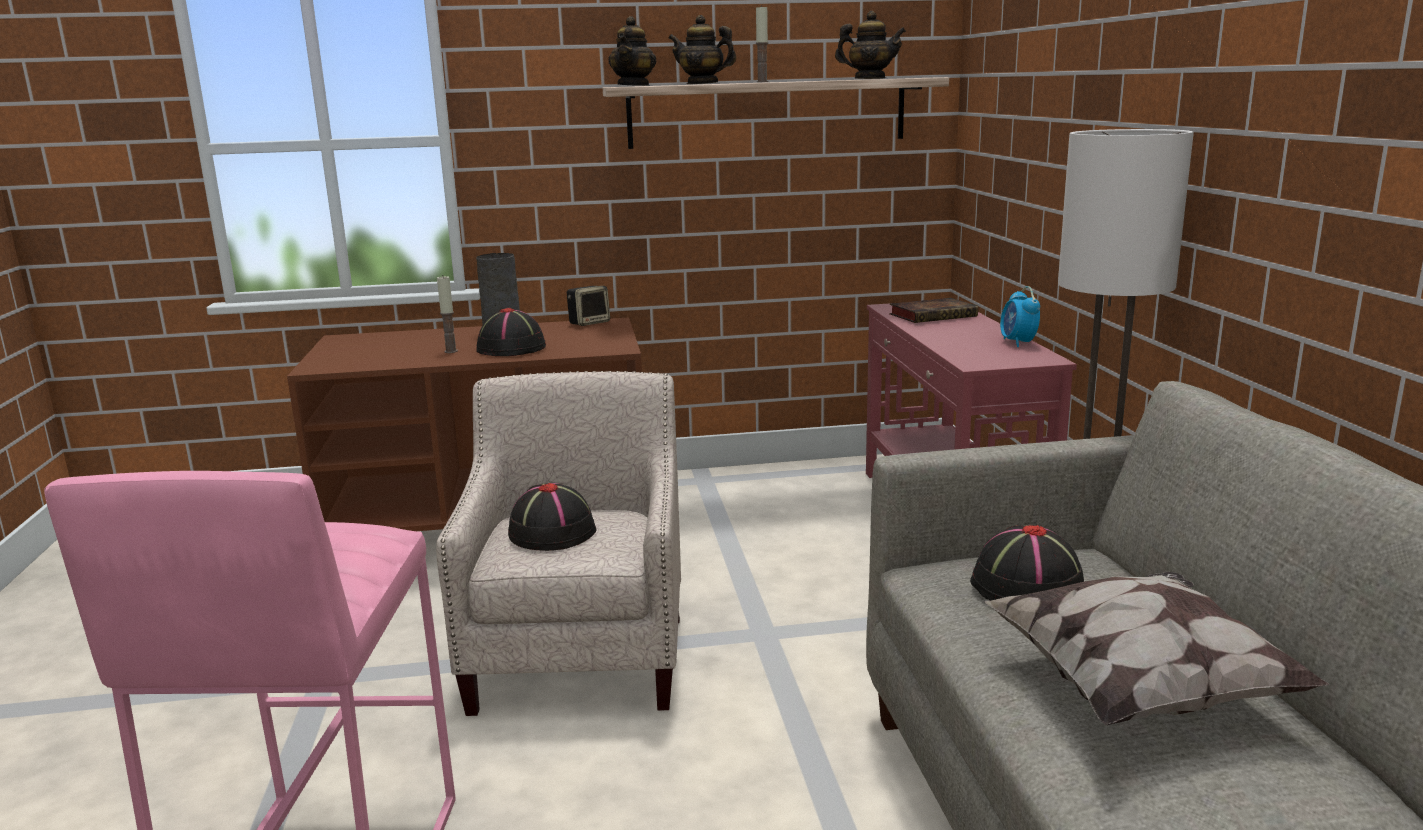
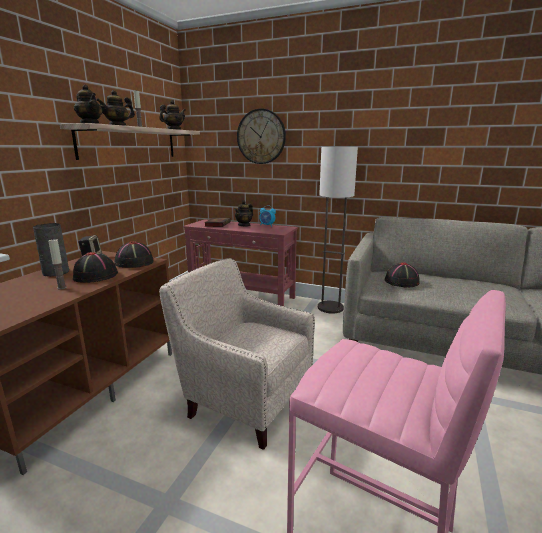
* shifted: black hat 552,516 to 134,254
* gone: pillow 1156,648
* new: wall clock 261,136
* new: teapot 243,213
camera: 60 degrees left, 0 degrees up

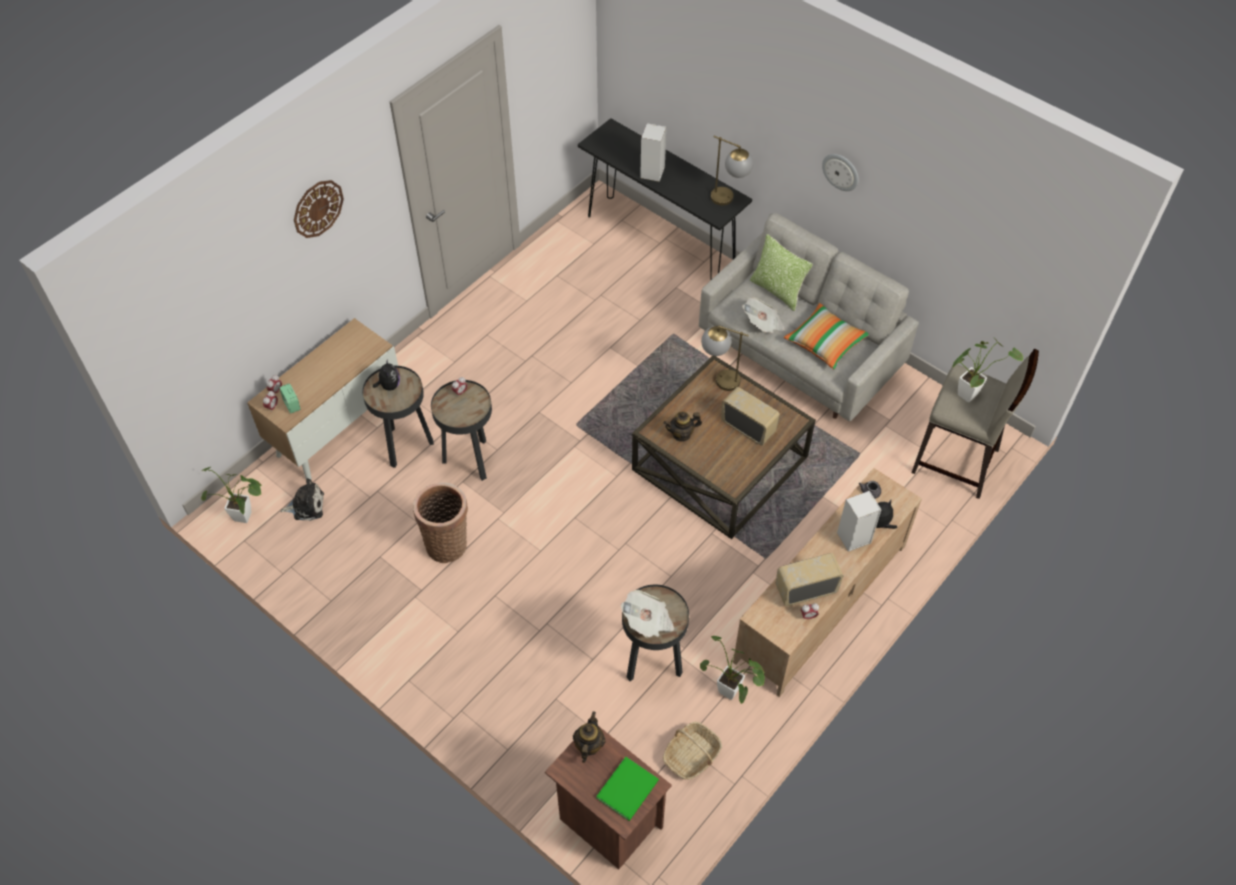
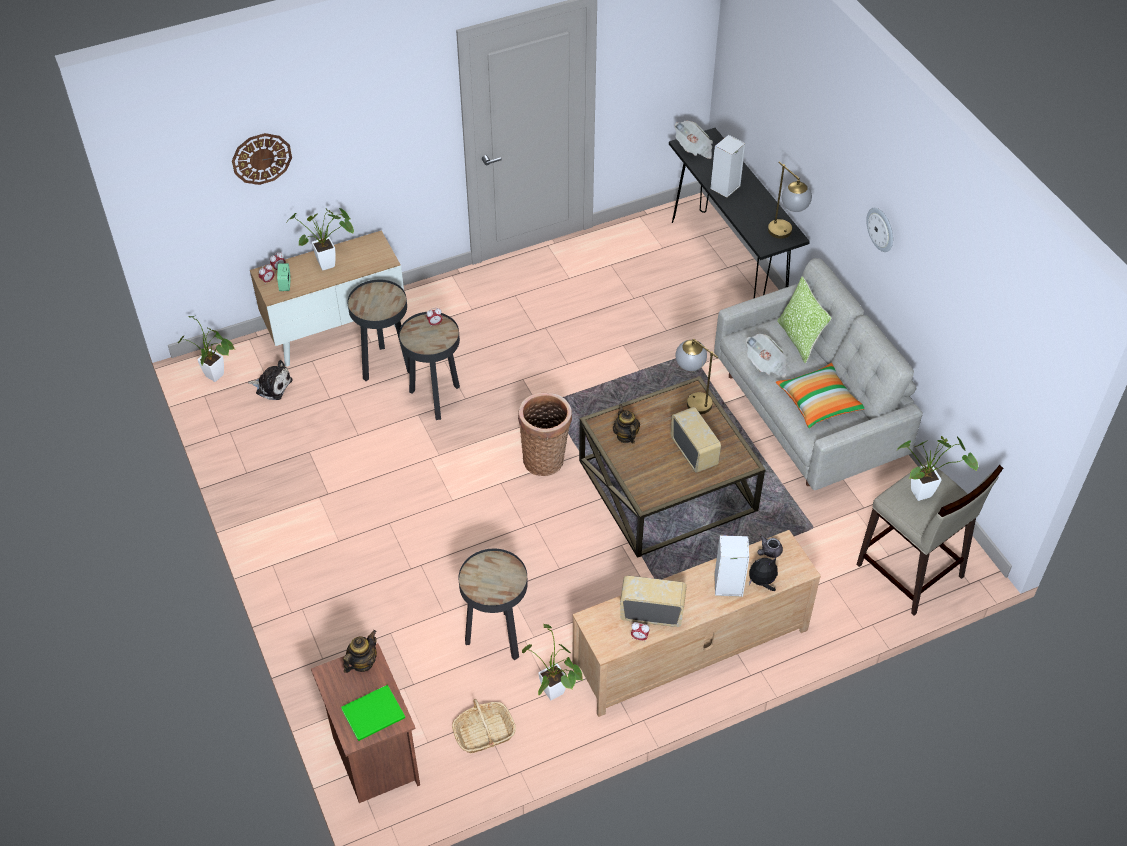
* shifted: wall clock 319,209 to 262,159
* gone: plush toy 386,376
* rotated: teapot 683,426 = 626,423 60 degrees clockwise
* shifted: basket 440,522 to 545,434
* shifted: newspaper 647,614 to 694,140
* new: potted plant 320,239
camera: 25 degrees right, 5 degrees down

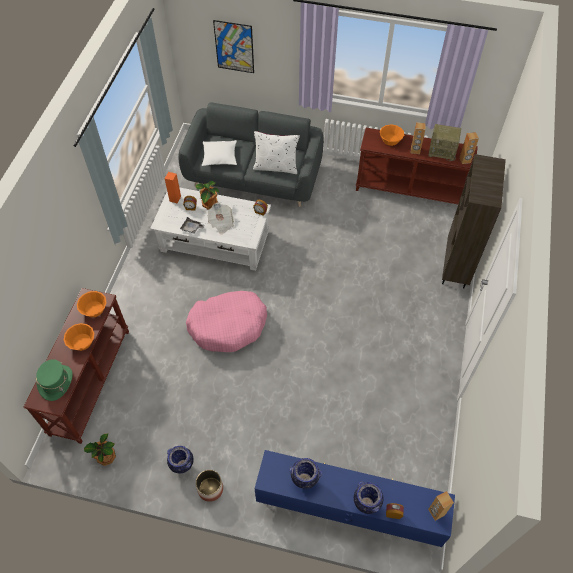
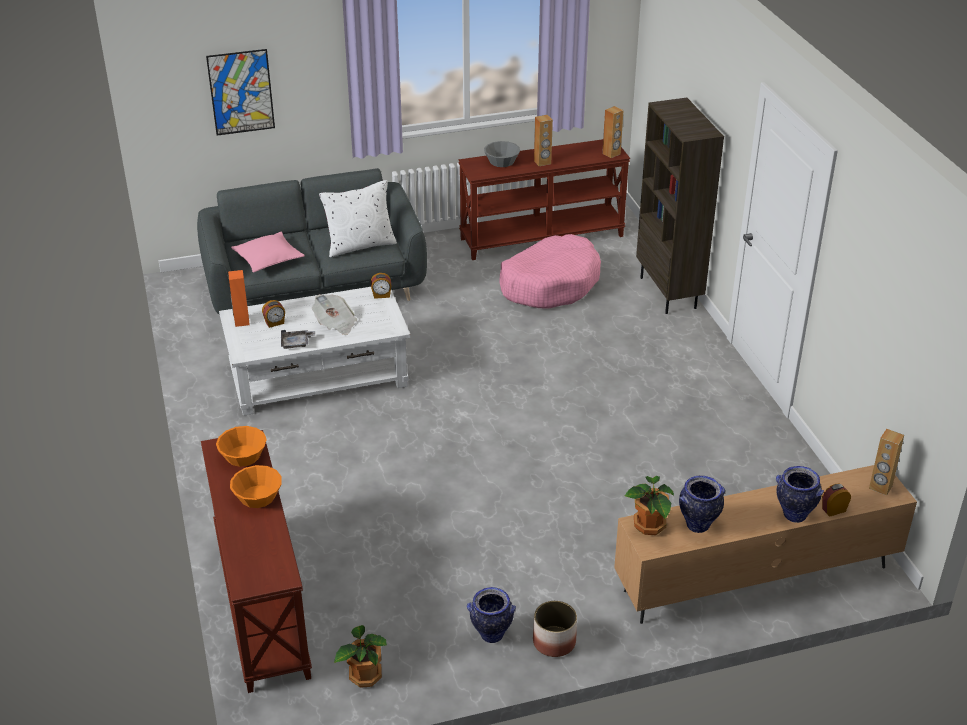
* repainted: orange bowl 392,135 to grey bowl 502,154
* gone: radio 445,142
* repainted: white pillow 219,153 to pink pillow 268,252
* shifted: potted plant 207,195 to 649,505
* shifted: pink dog bed 226,321 to 550,271
* gone: green hat 54,380
* repainted: blue tv stand 354,498 to brown tv stand 765,544
camera: 30 degrees left, 20 degrees down

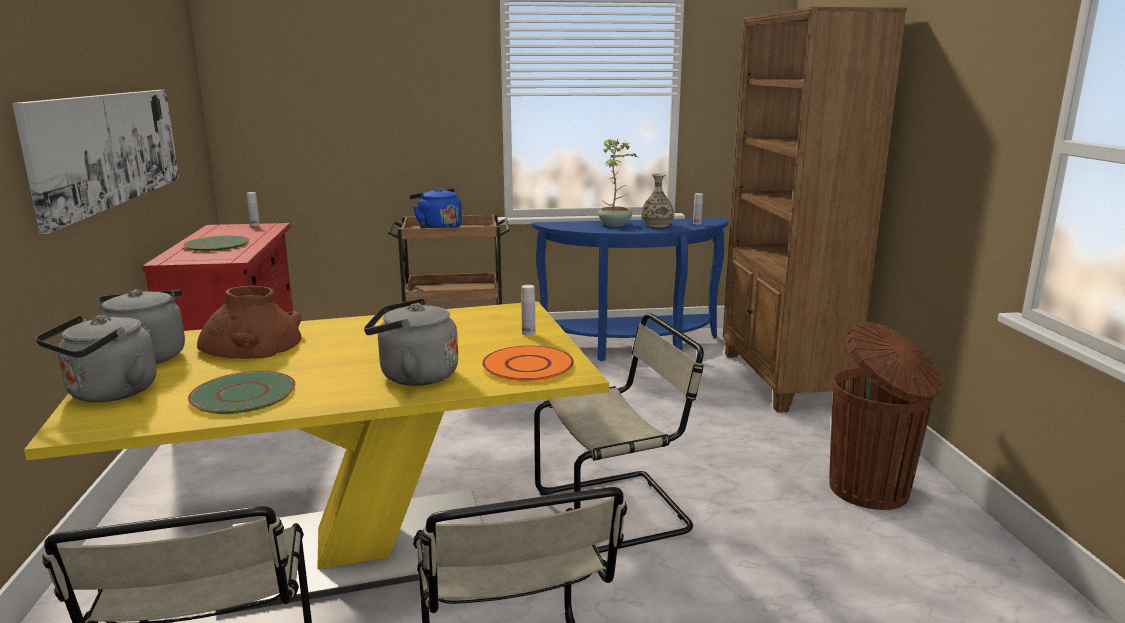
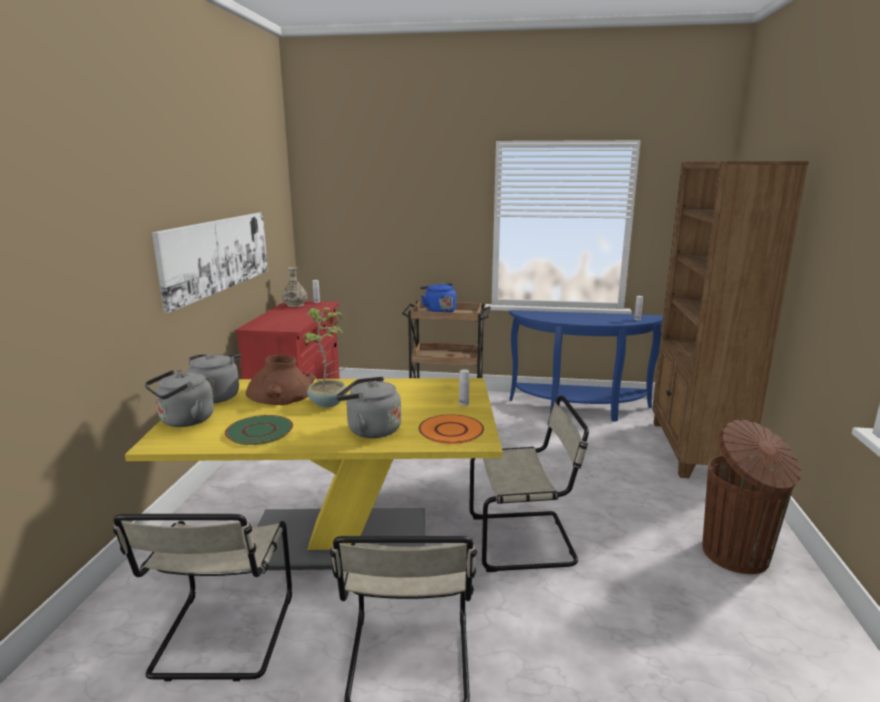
* shifted: potted plant 618,183 to 325,357
* shifted: vase 657,200 to 294,287
* gone: green plate 216,243
camera: 15 degrees right, 0 degrees up

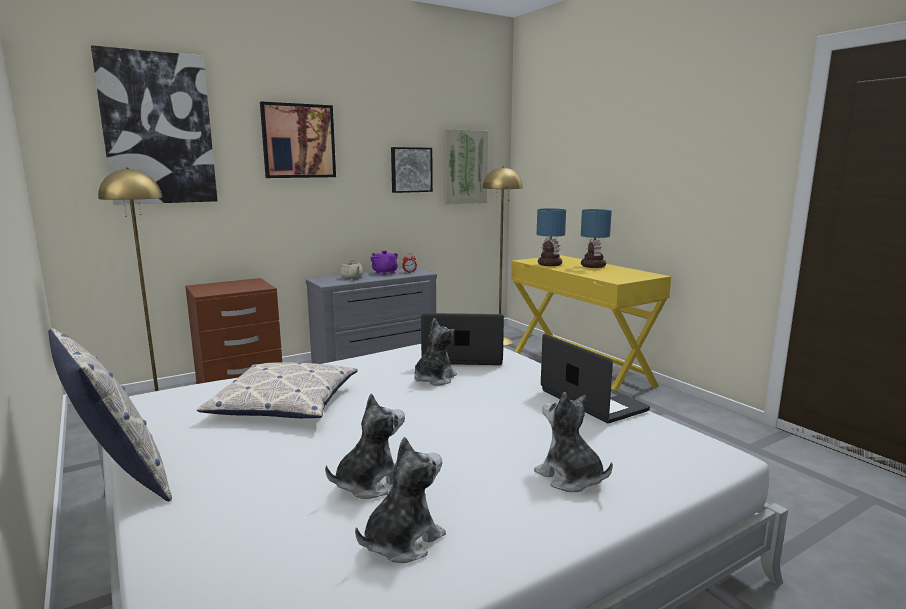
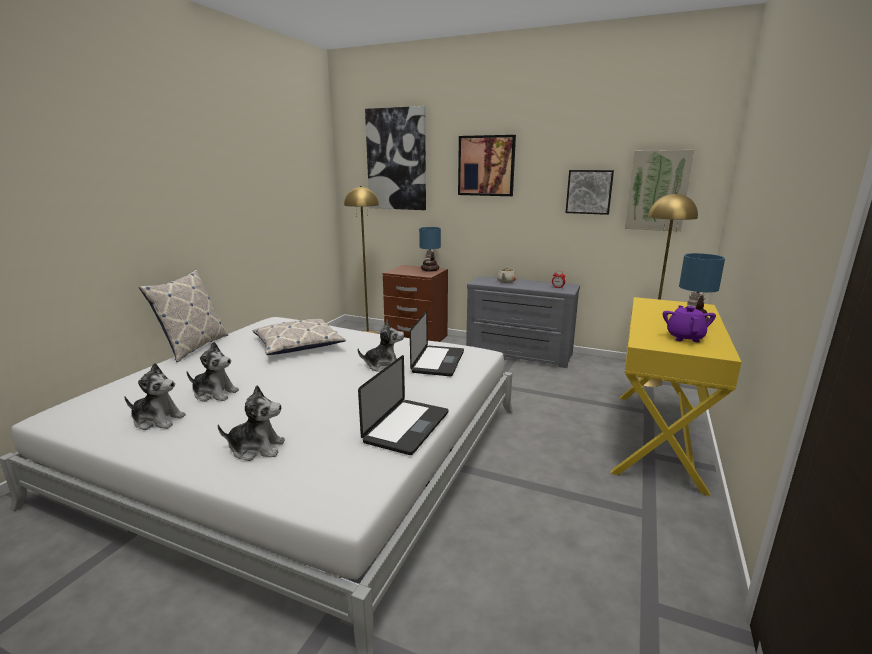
* shifted: table lamp 551,237 to 430,249
* shifted: purple teapot 384,262 to 689,324
* rotated: laptop 462,339 = 437,343 45 degrees clockwise
* rotated: plush toy 573,442 = 251,423 75 degrees clockwise
camera: 55 degrees right, 5 degrees up

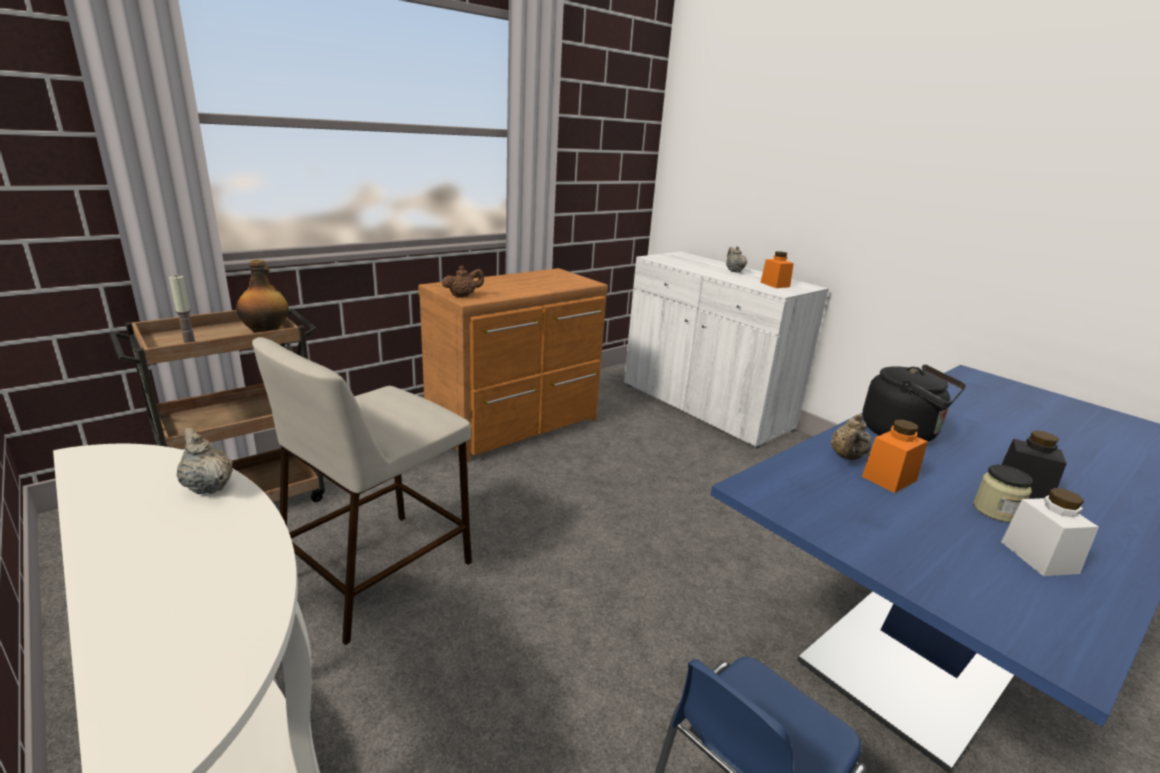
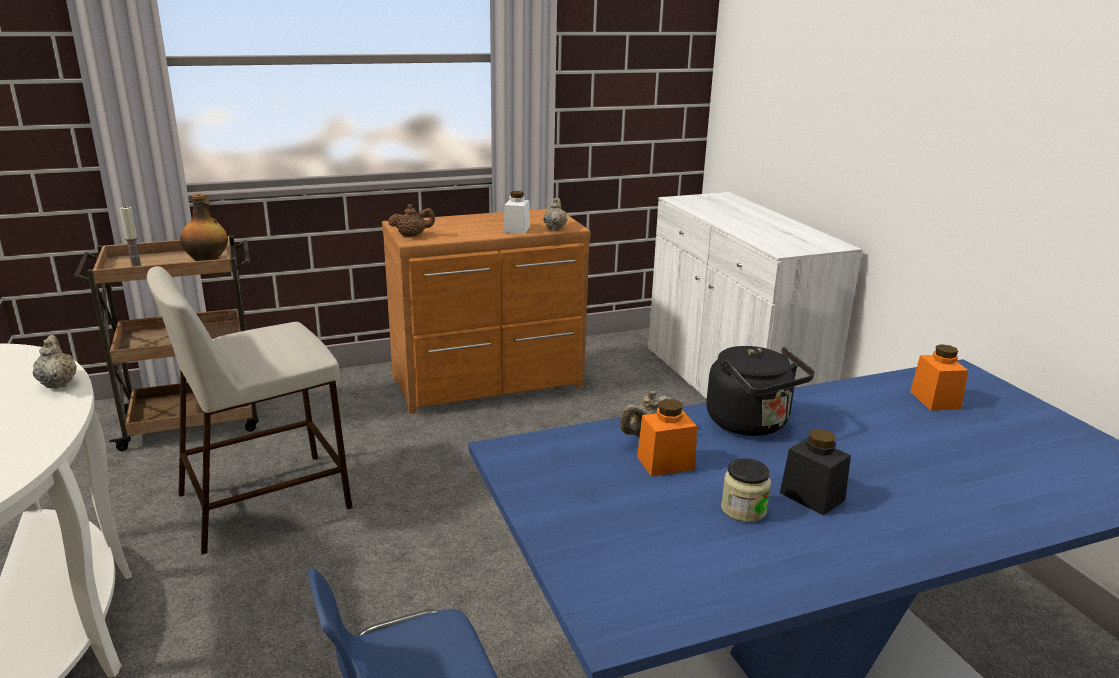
* shifted: beige teapot 736,259 to 555,214
* shifted: orange jar 777,269 to 939,377
* shifted: white jar 1050,532 to 517,212
camera: 20 degrees right, 0 degrees up

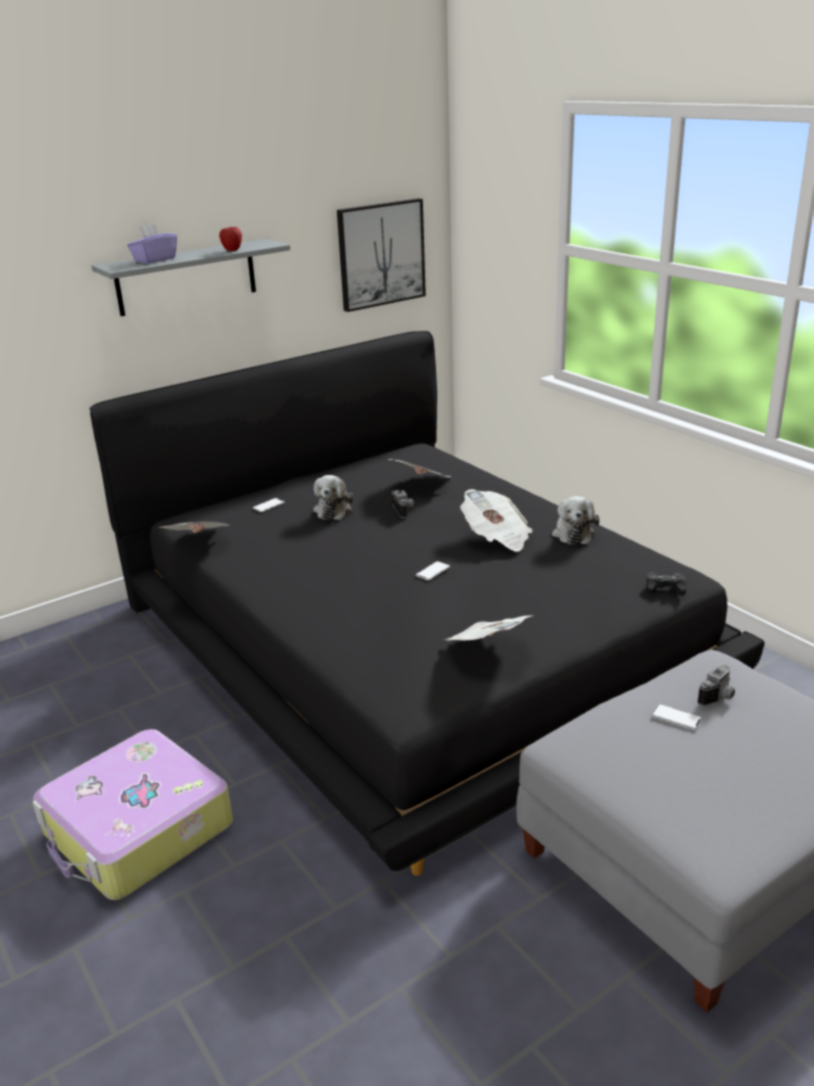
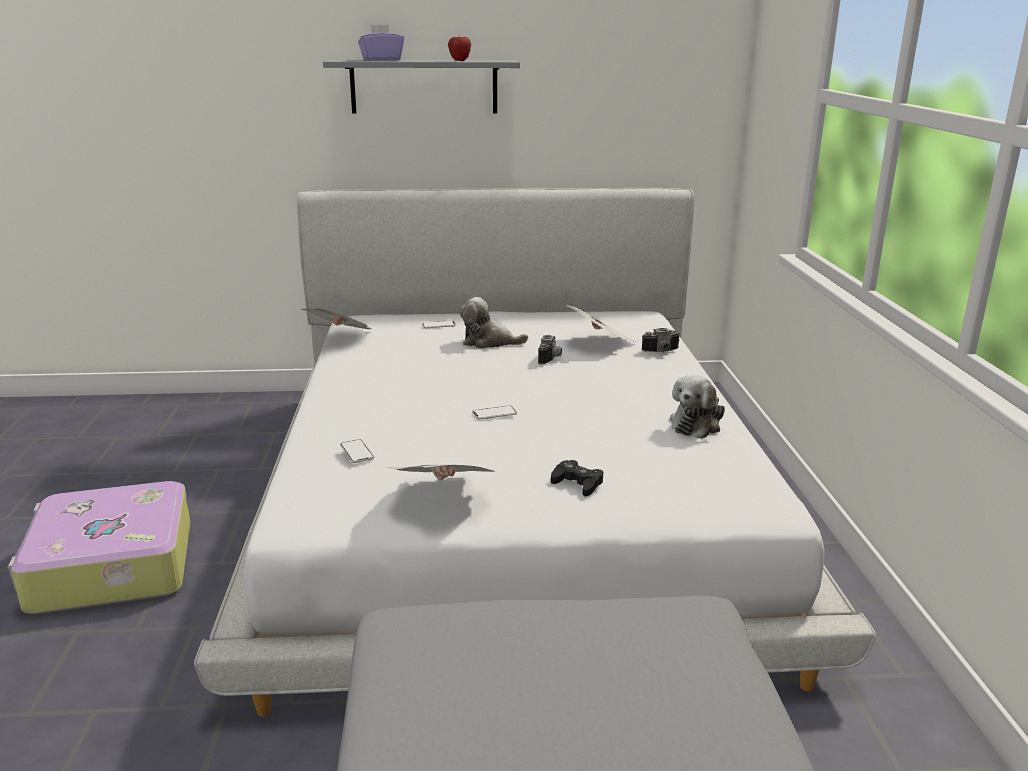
* gone: picture 381,255
* repainted: black bed 427,603 to white bed 535,452
* rotated: plush toy 333,497 = 494,323 60 degrees clockwise
* gone: newspaper 496,520
* shifted: black game controller 667,584 to 577,478
* shifted: photo camera 716,685 to 661,340
* shifted: phone 677,717 to 357,451
camera: 30 degrees right, 5 degrees down

